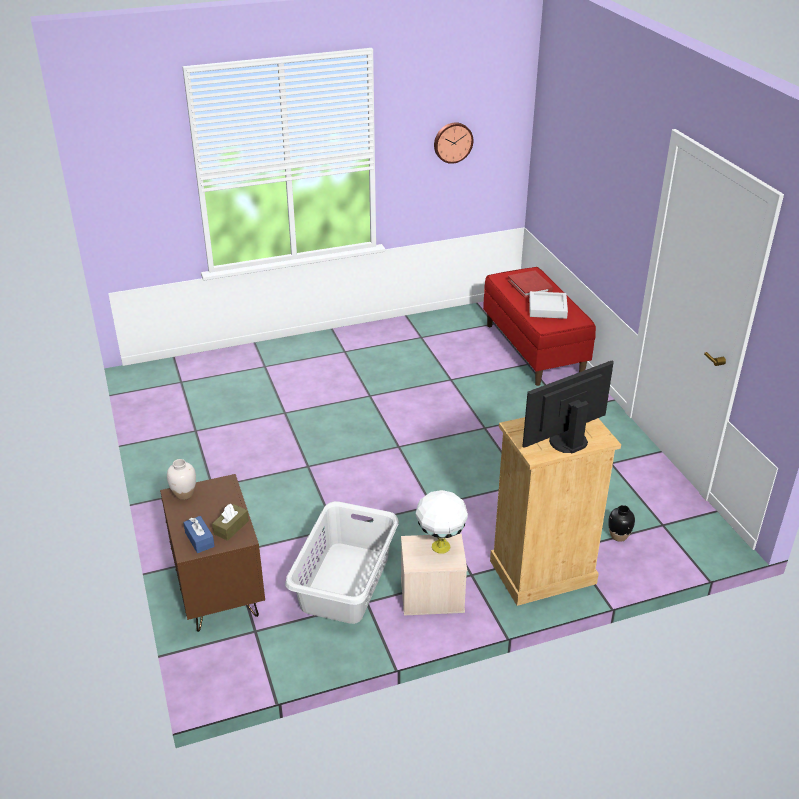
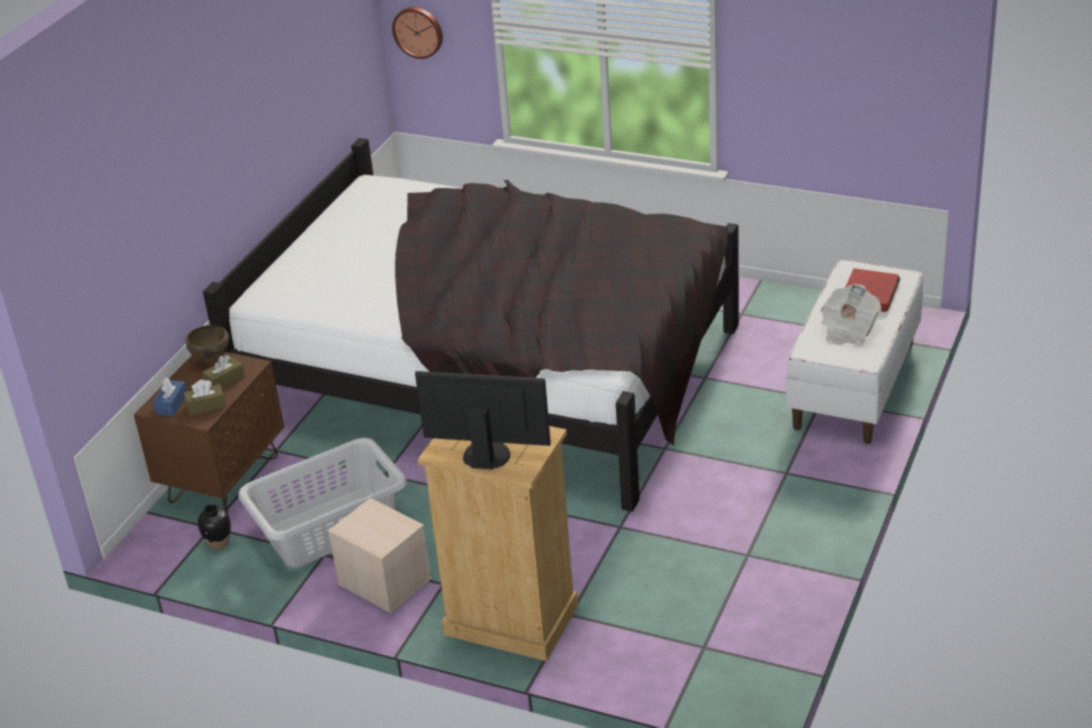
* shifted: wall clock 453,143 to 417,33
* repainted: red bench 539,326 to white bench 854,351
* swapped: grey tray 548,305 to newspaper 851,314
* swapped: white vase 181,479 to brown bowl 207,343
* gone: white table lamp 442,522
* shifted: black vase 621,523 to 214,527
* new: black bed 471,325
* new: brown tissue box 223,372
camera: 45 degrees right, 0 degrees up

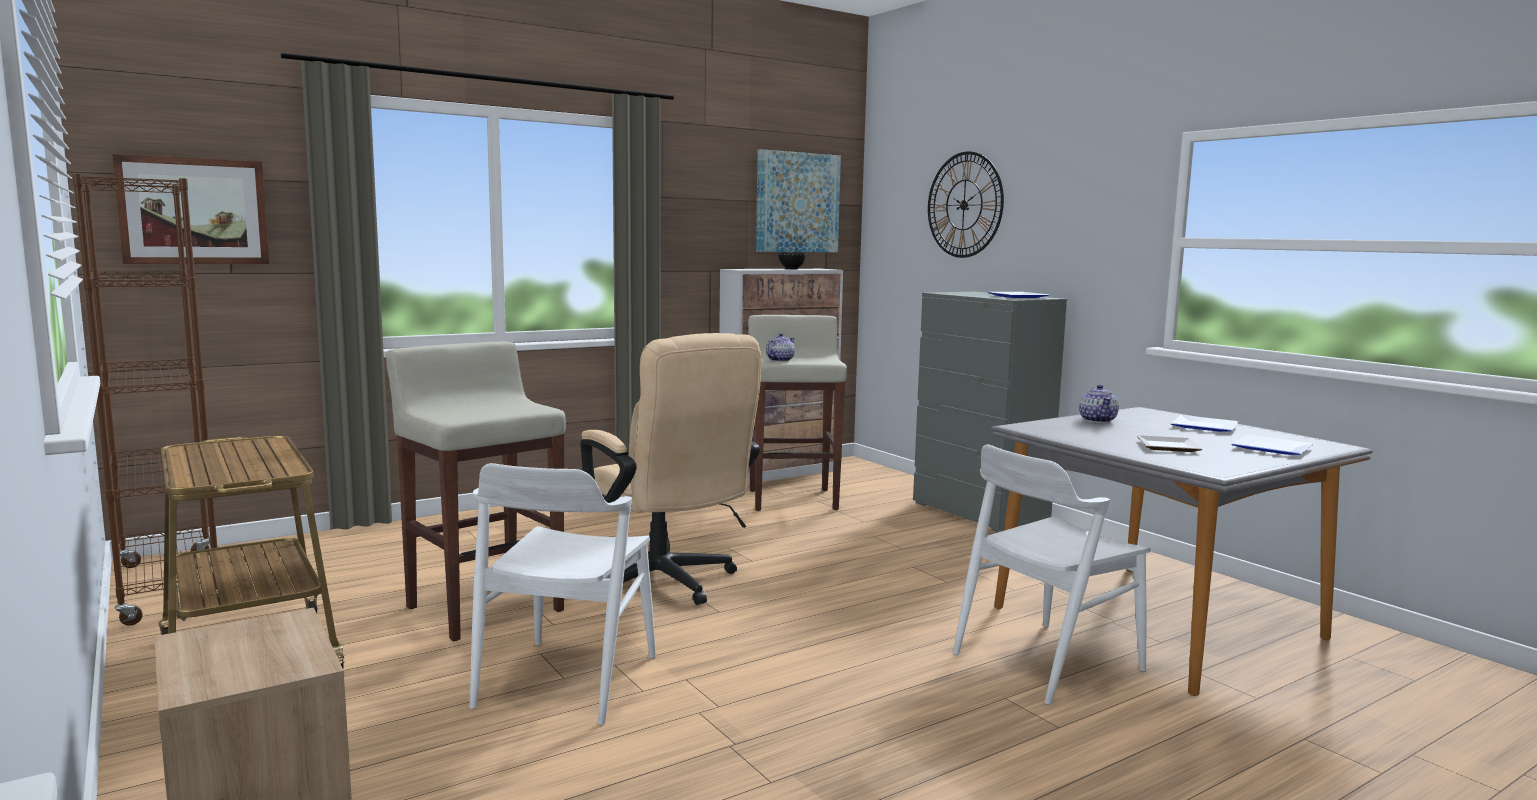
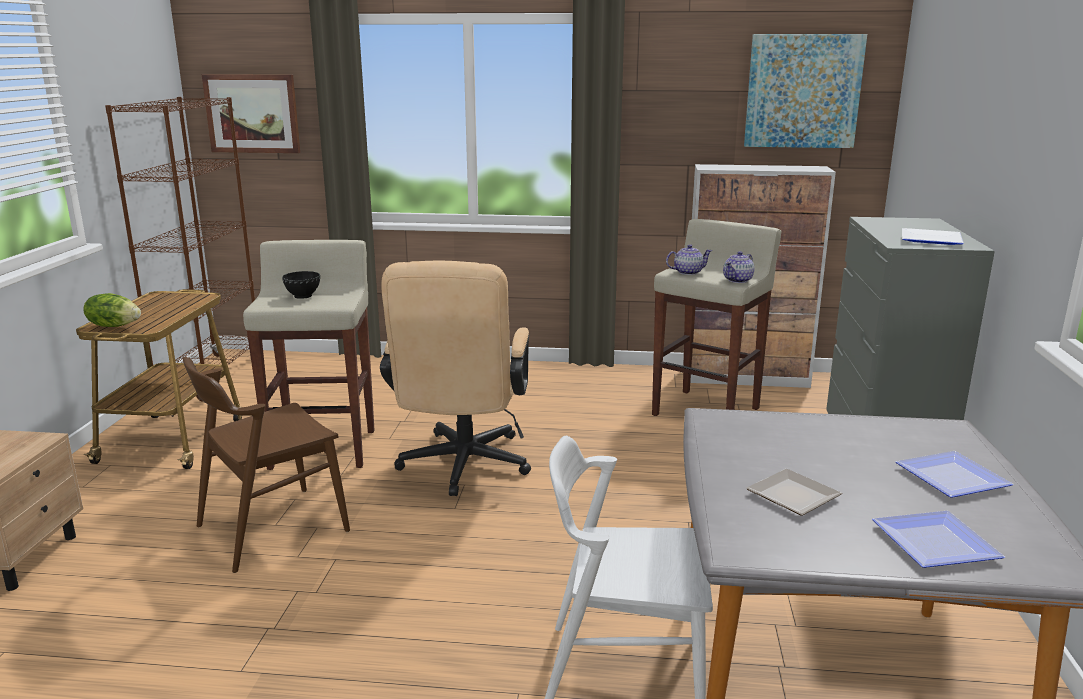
* gone: wall clock 966,204
* shifted: black bowl 792,260 to 301,285
* shifted: teapot 1099,404 to 739,267
* repainted: white chair 563,594 to brown chair 266,465
* new: lettuce 112,310
camera: 40 degrees right, 10 degrees up

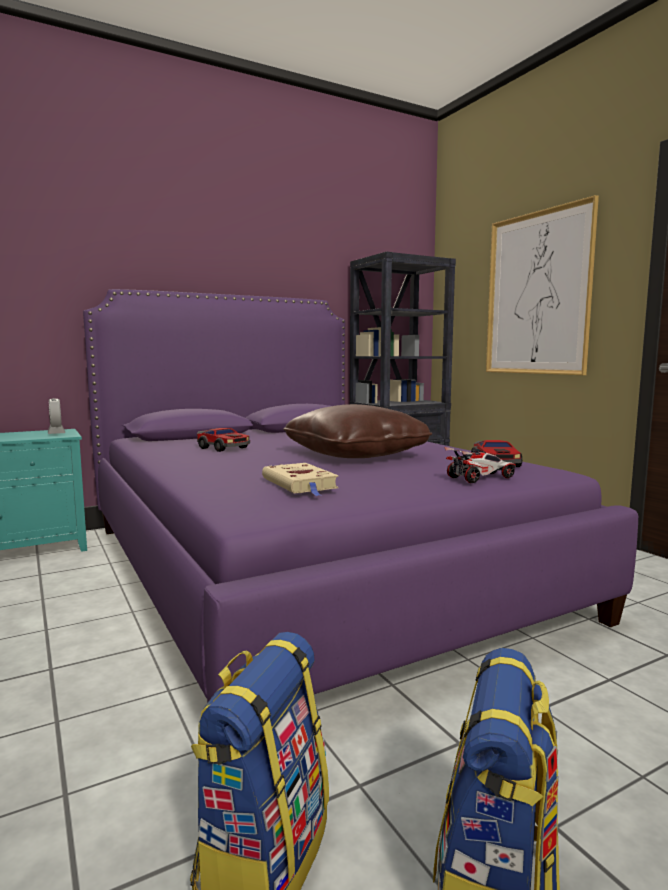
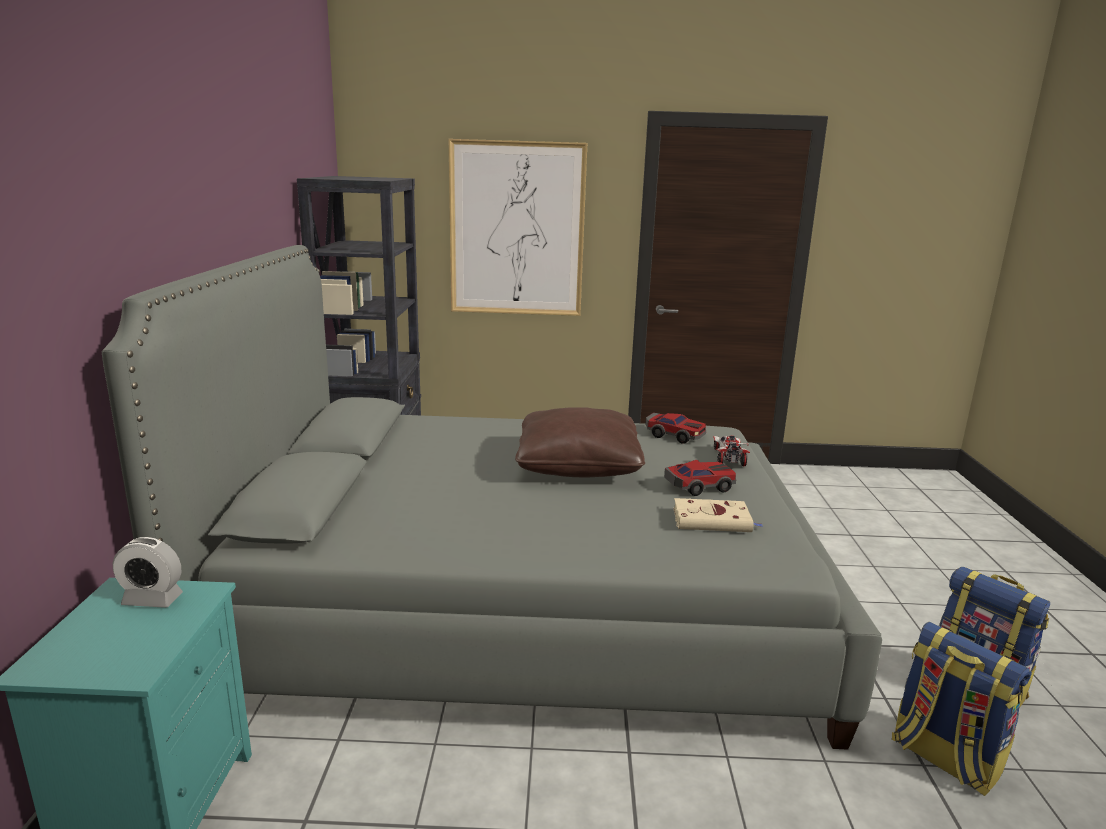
* repainted: purple bed 360,496 to grey bed 492,497
* shifted: toy car 223,440 to 700,478
camera: 60 degrees left, 10 degrees up

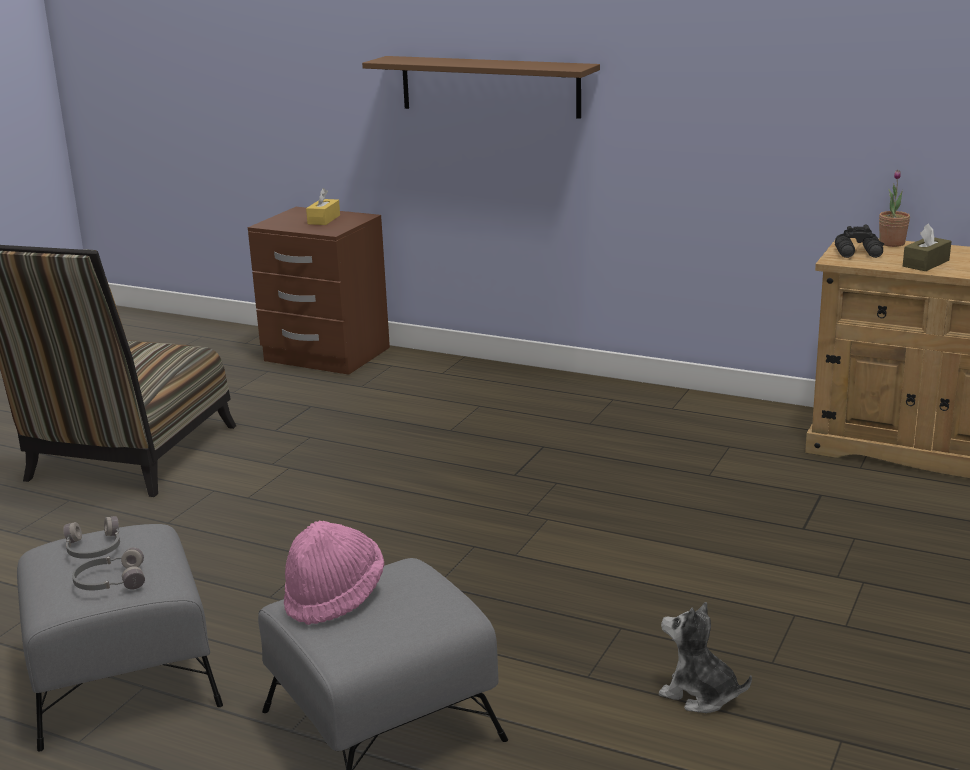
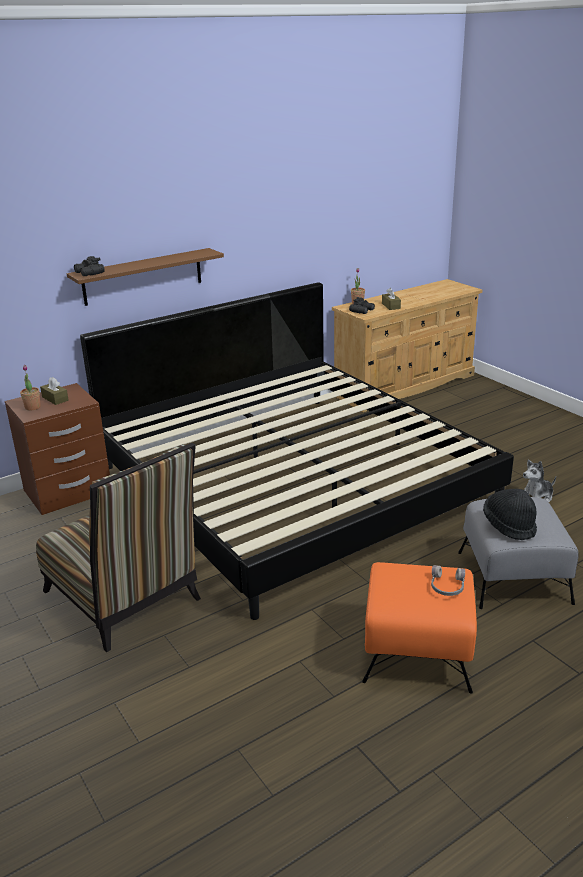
* repainted: yellow tissue box 323,206 to brown tissue box 54,391
* gone: grey headphones 91,537
* repainted: pink hat 334,572 to black hat 510,514
* repainted: grey ottoman 120,637 to orange ottoman 419,627
* new: black binoculars 89,266
* new: bed 297,451
* new: potted plant 30,388
camera: 60 degrees left, 5 degrees up

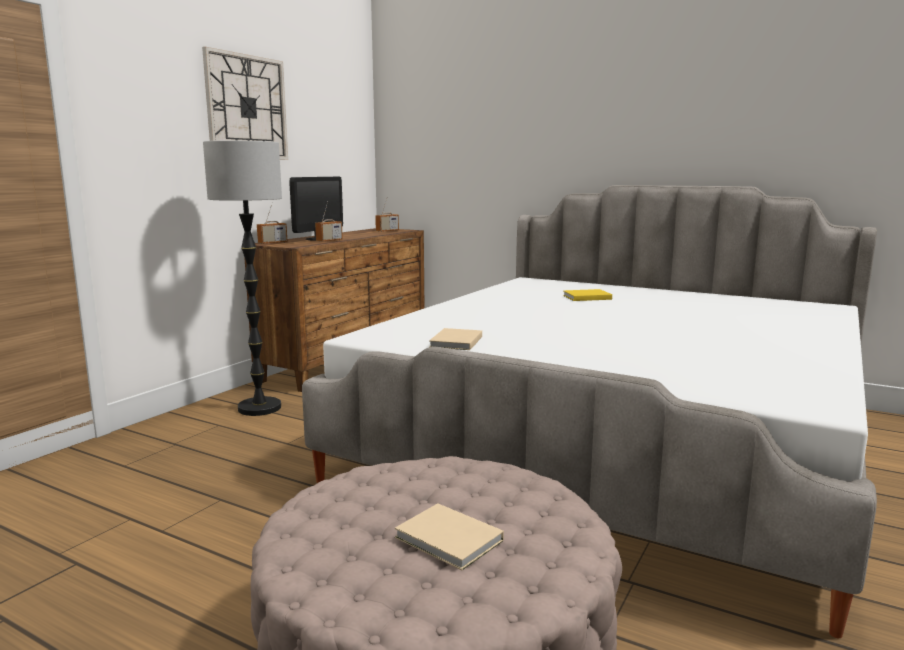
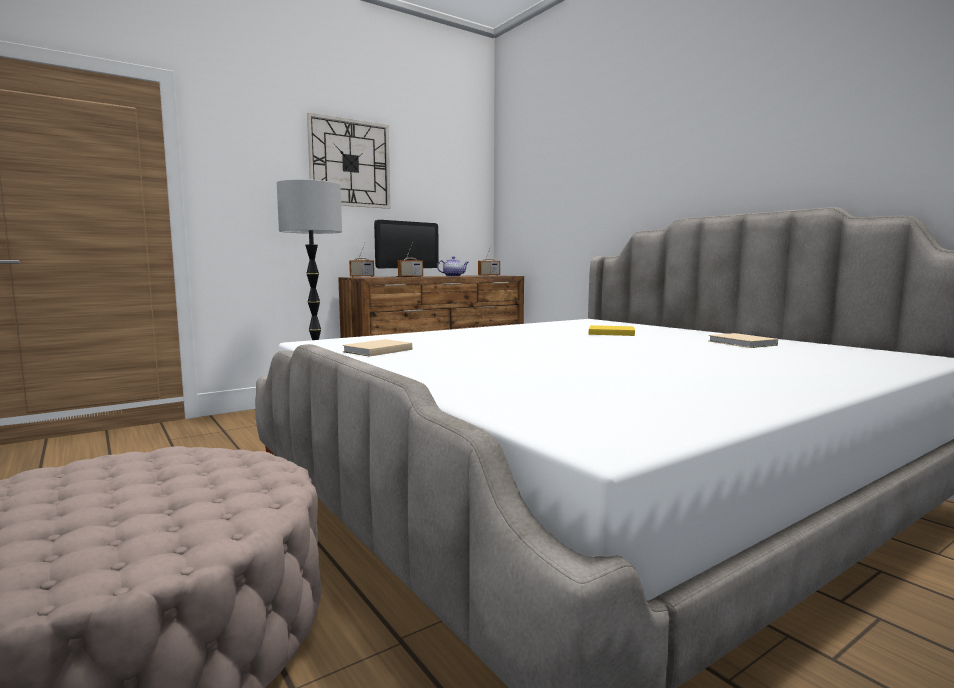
* shifted: beige book 449,536 to 743,340
* new: teapot 452,266
camera: 25 degrees right, 5 degrees down

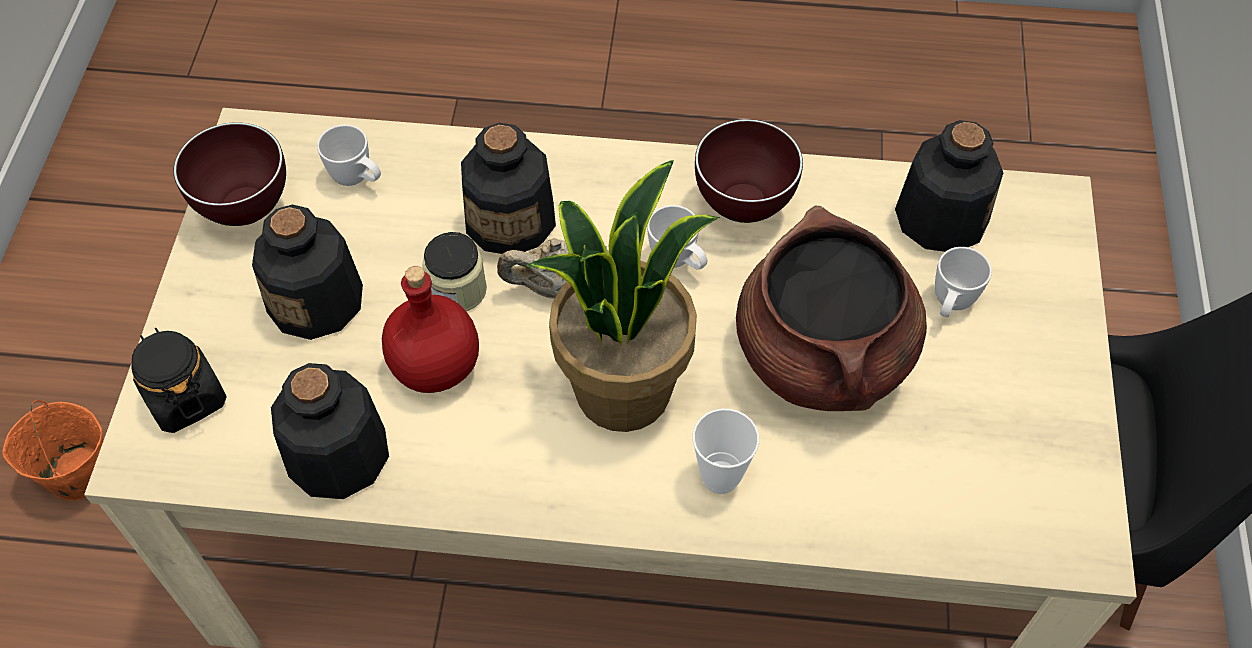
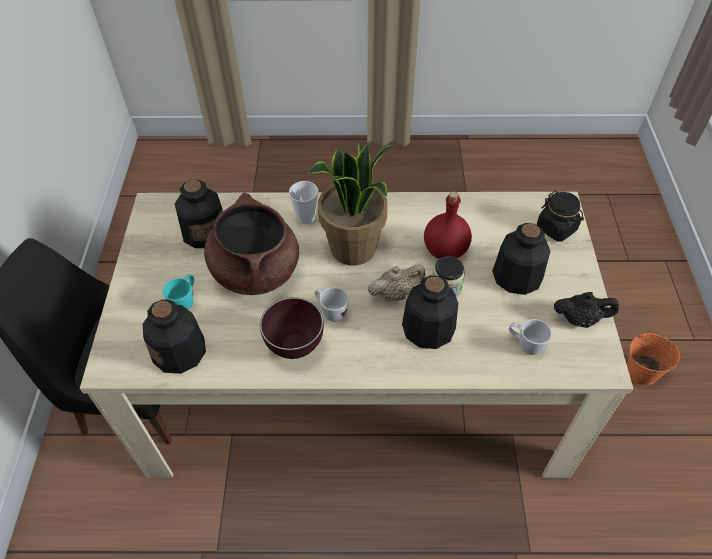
* swapped: brown bowl 229,174 to black teapot 587,310
* repainted: white mug 963,282 to turquoise mug 178,292
* shifted: bottle 330,431 to 199,214
camera: 175 degrees right, 5 degrees down

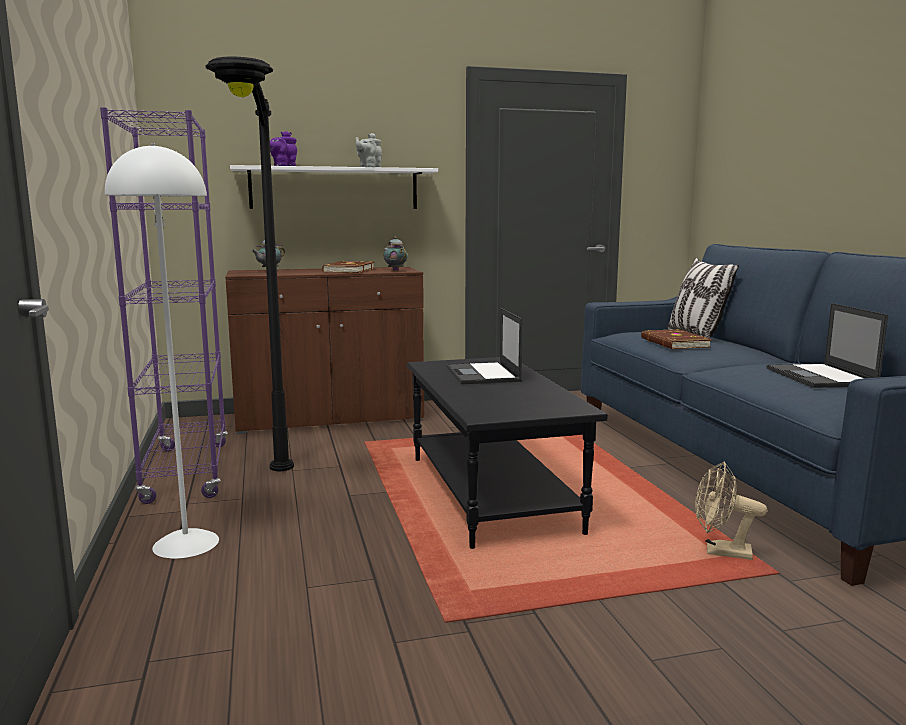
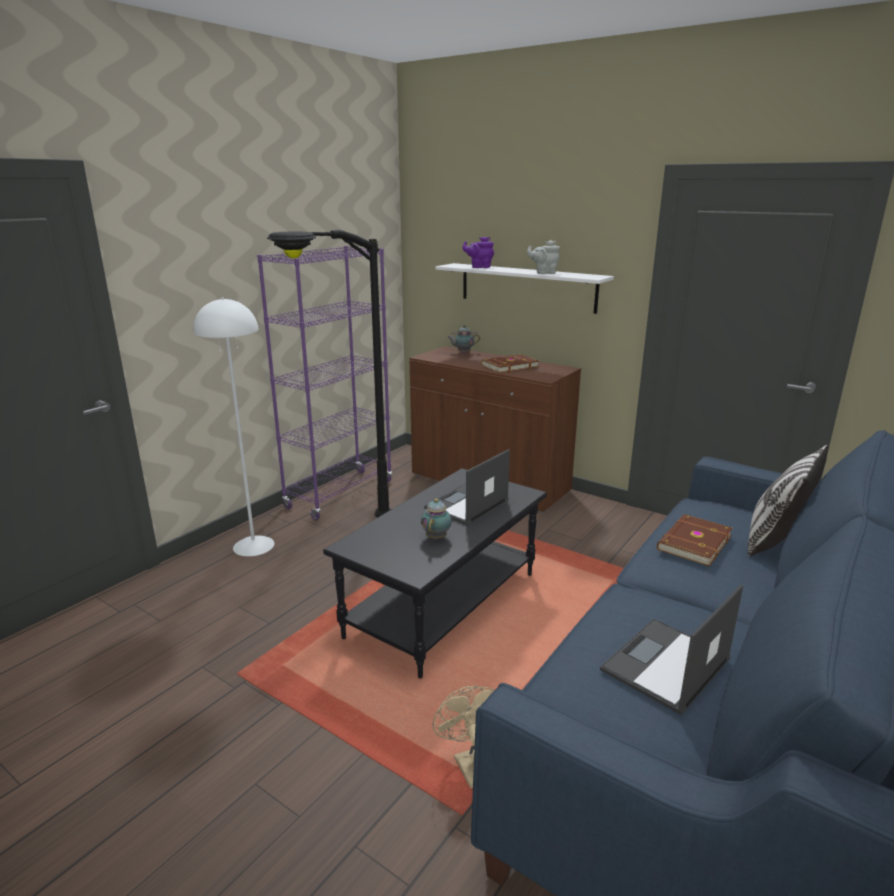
* shifted: teapot 396,254 to 436,519
camera: 50 degrees right, 10 degrees up

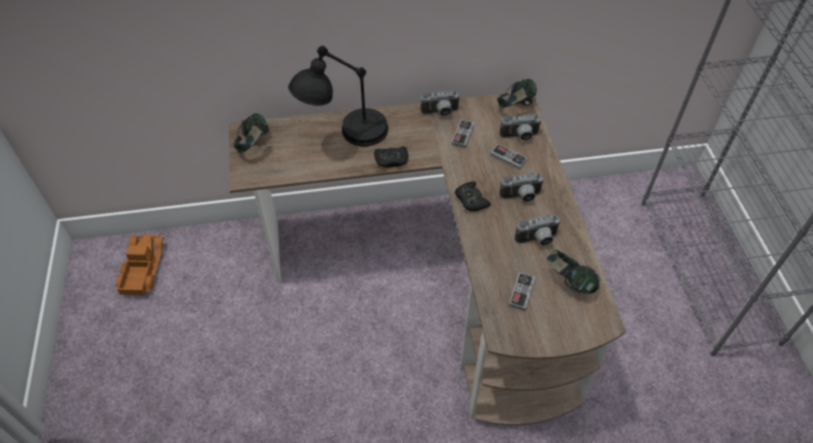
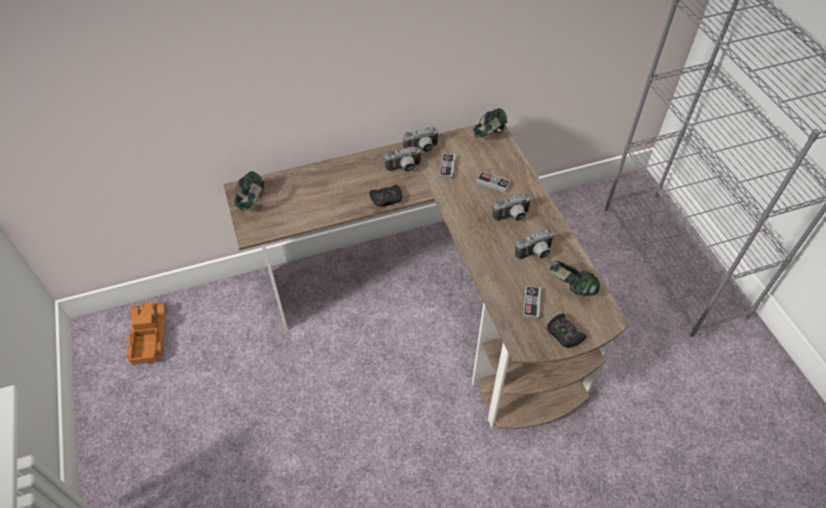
* gone: black table lamp 338,96
* shifted: photo camera 520,127 to 403,159
* shifted: black game controller 473,196 to 566,331
camera: 10 degrees left, 0 degrees up

